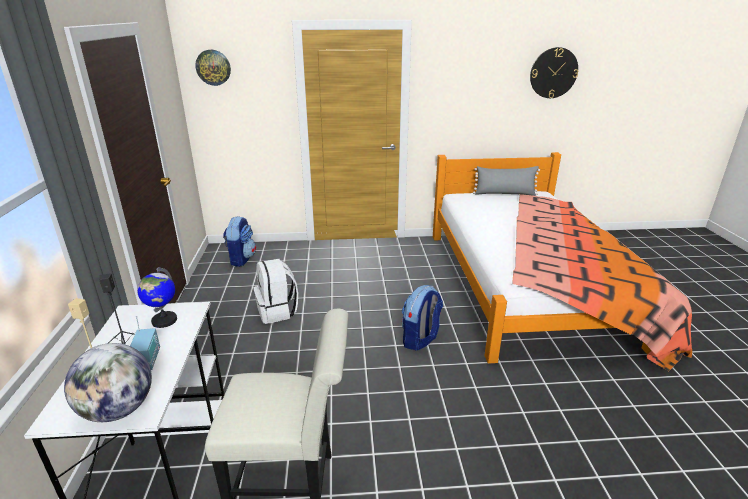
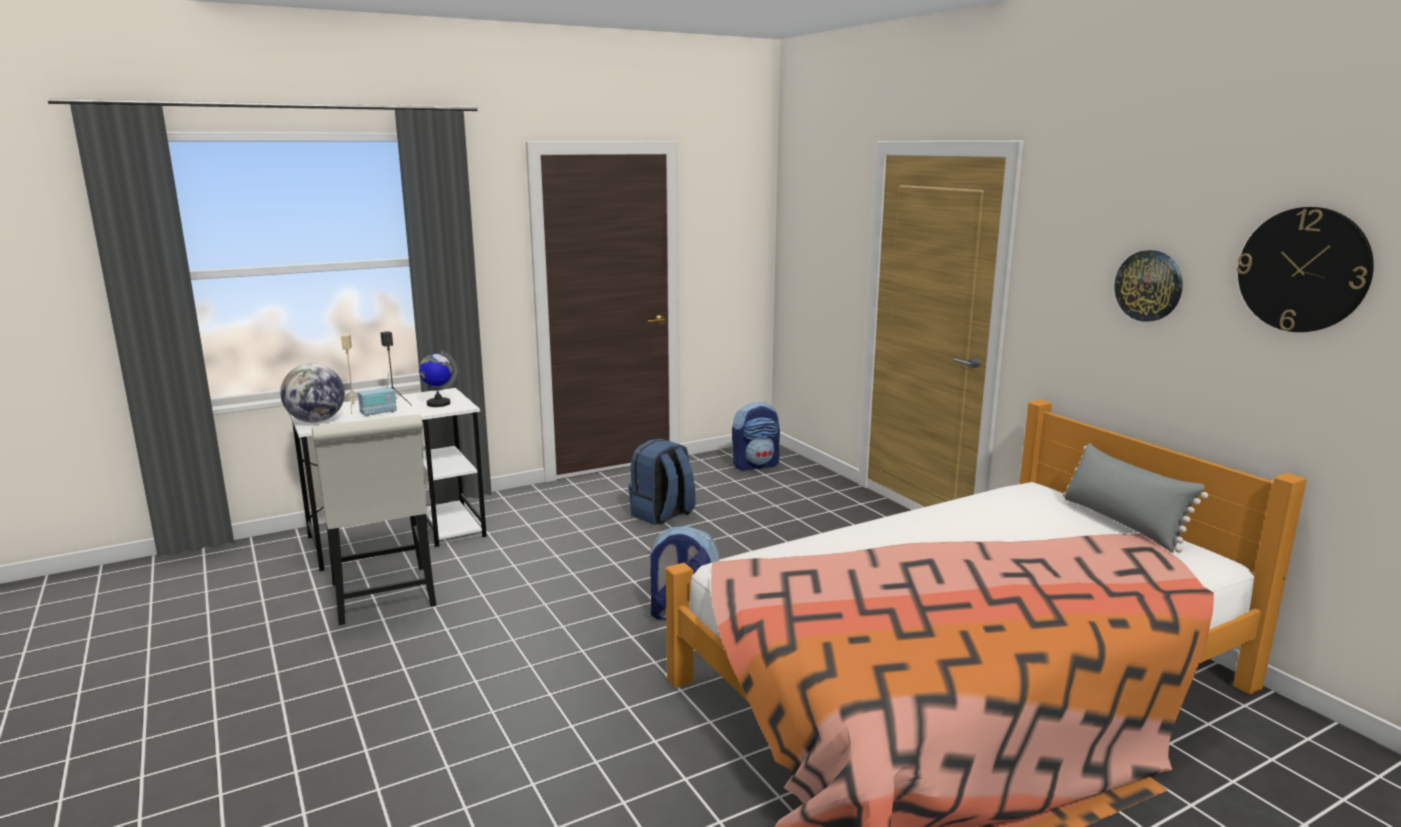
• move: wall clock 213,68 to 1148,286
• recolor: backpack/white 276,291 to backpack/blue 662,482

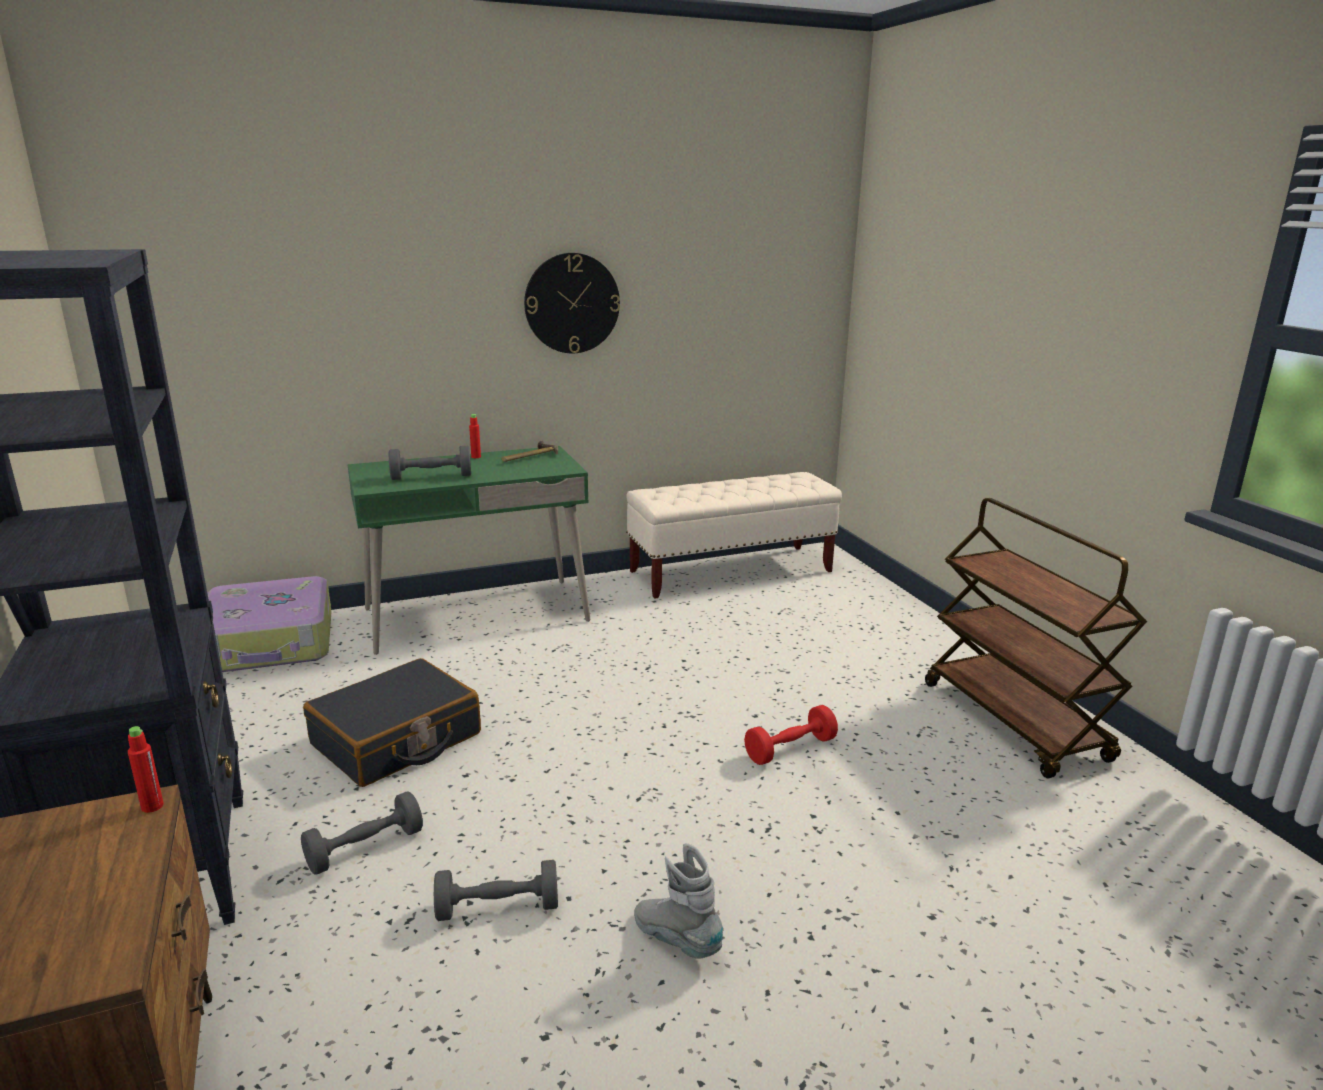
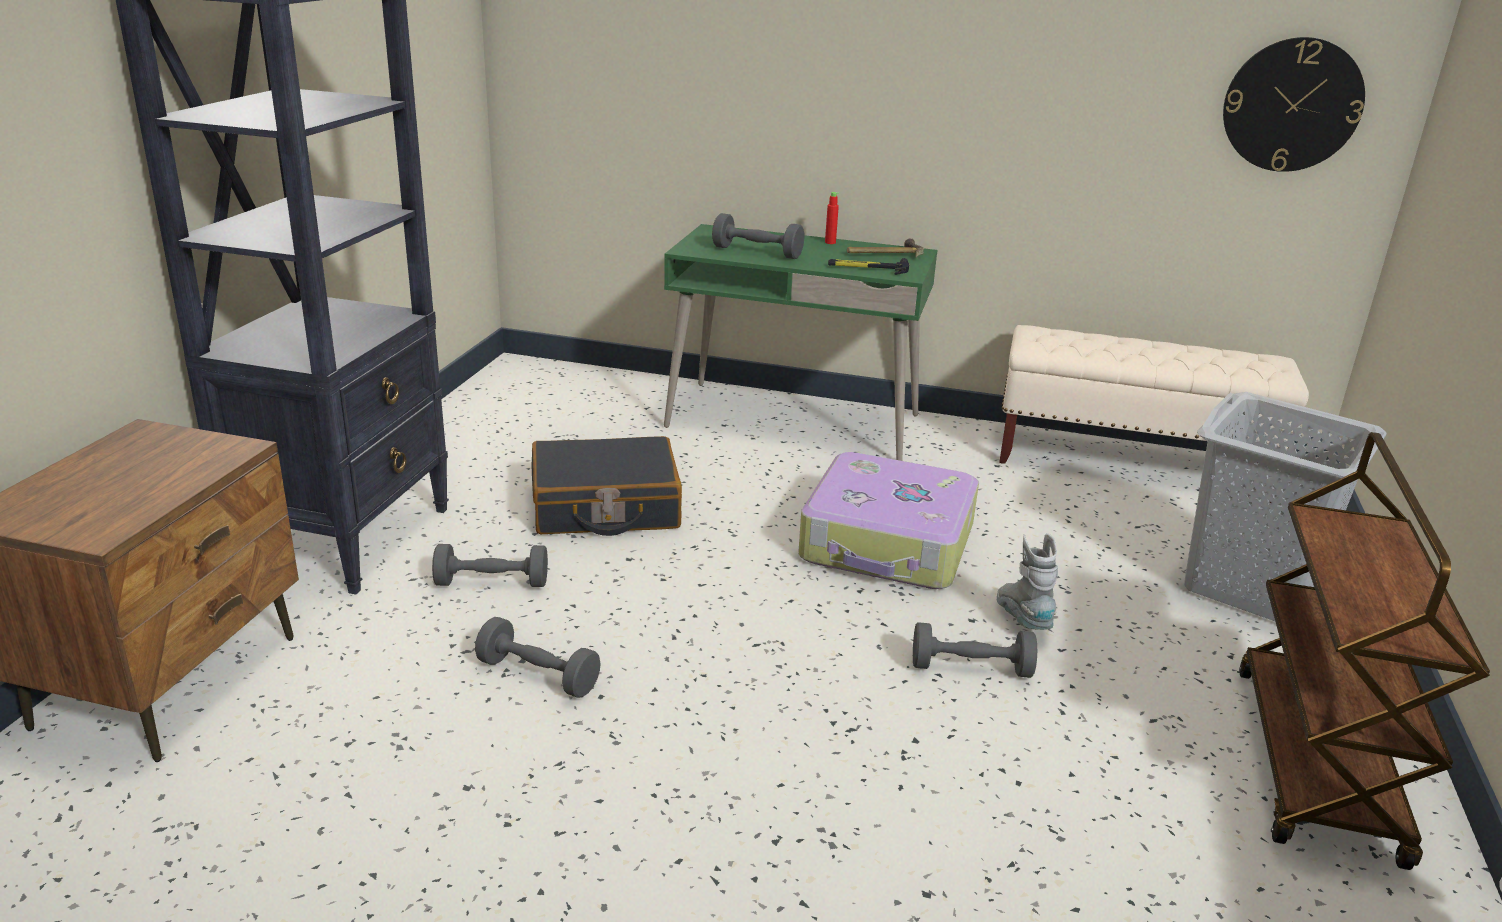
• delete: bottle/red 146,769
• insert: hammer 868,266
• insert: laundry basket/grey 1285,506
• move: suitcase 269,624 to 888,520
• move: wall clock 572,303 to 1294,104
• move: boot/grey 679,901 to 1027,581
• recolor: dumbbell/red 791,735 to dumbbell/grey 975,650

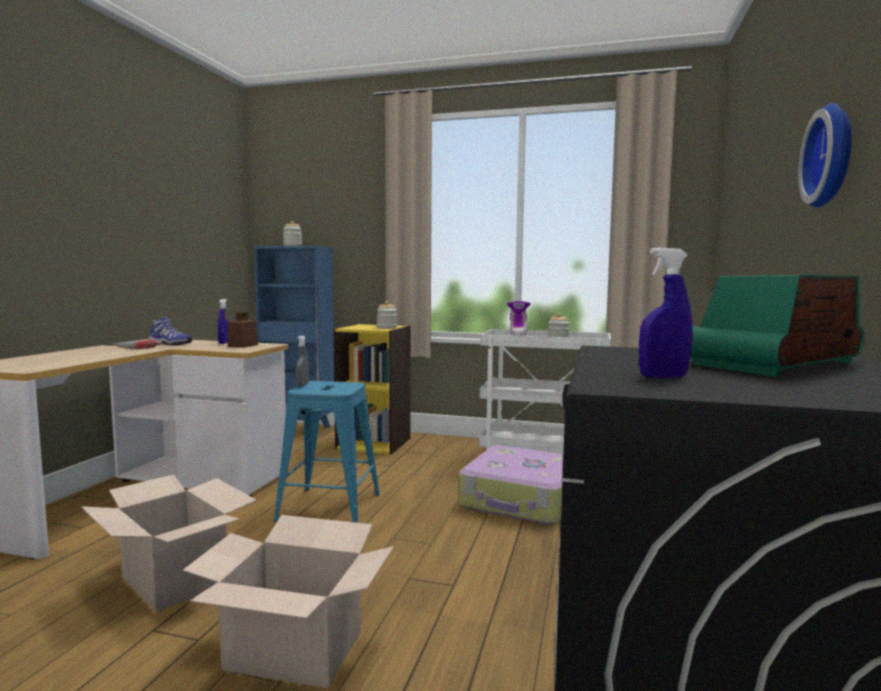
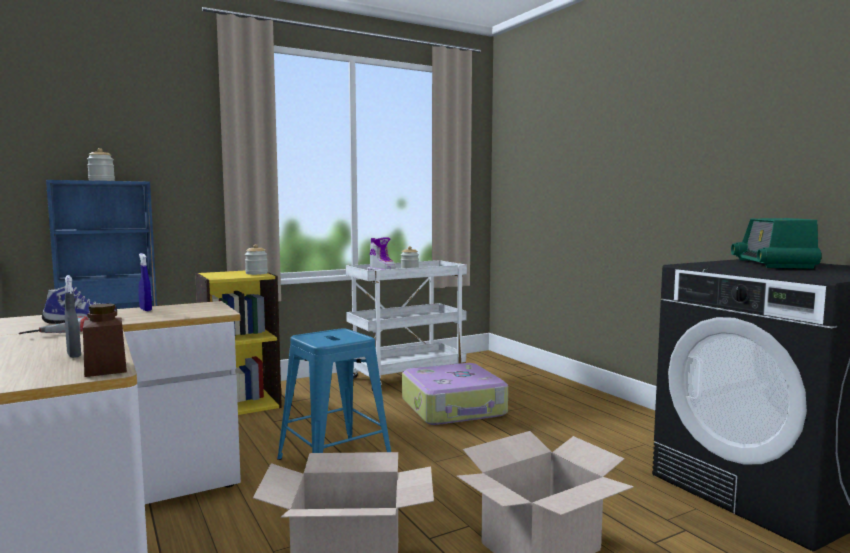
• delete: spray bottle/blue 665,313
• delete: wall clock 825,155
• move: jar/brown 243,330 to 105,340
• move: spray bottle/grey 302,361 to 73,316

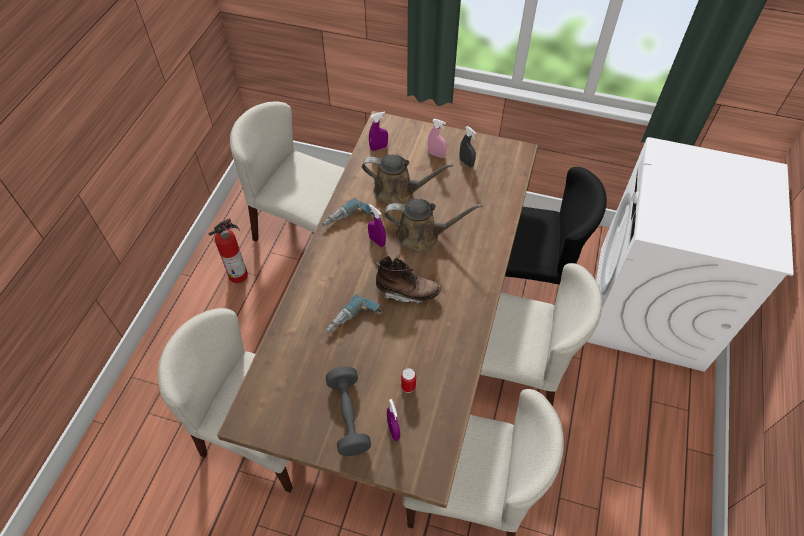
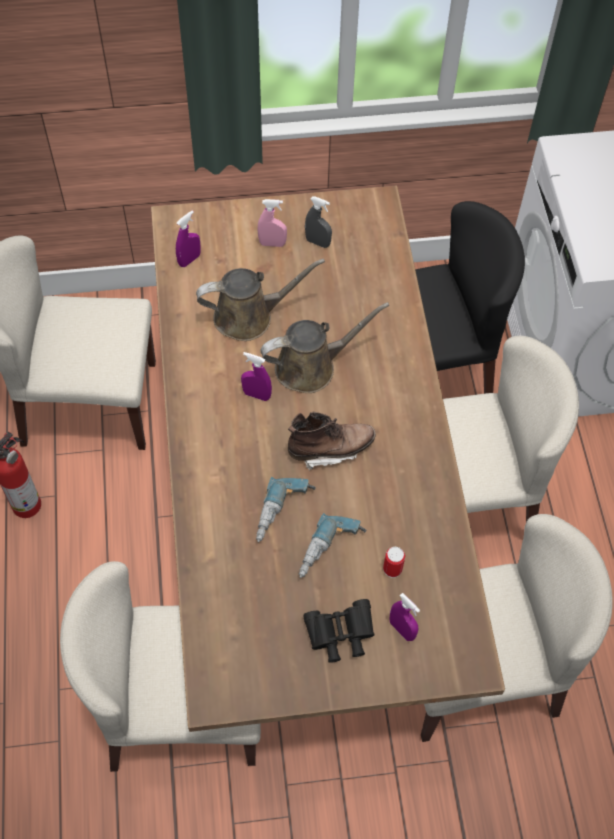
• move: power drill 348,212 to 333,545
• replace: dumbbell/grey 348,411 to binoculars/black 339,631

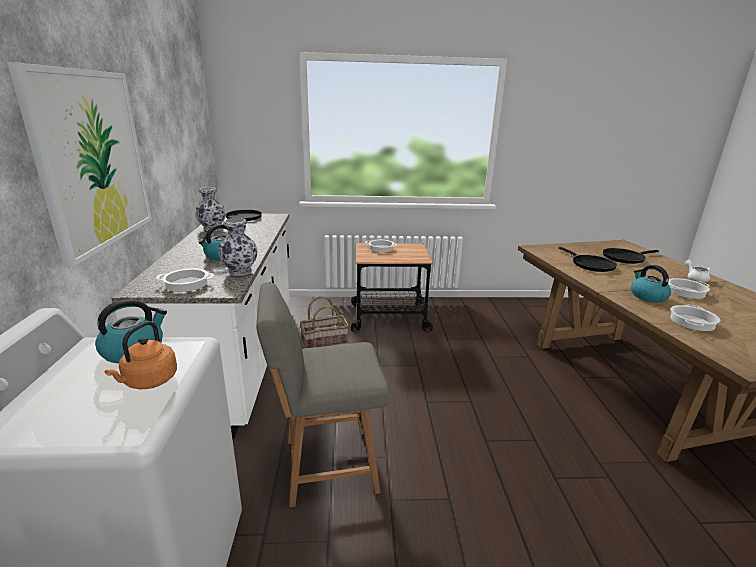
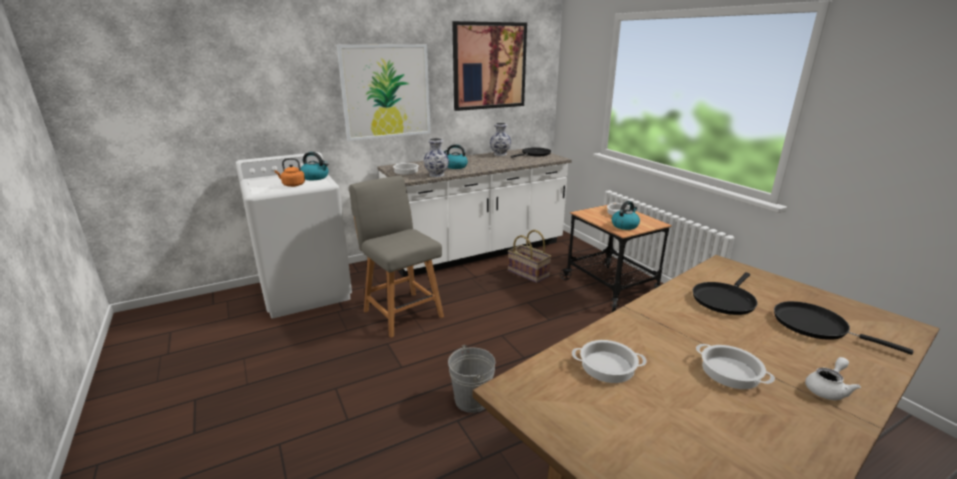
• insert: bucket/grey 471,379
• insert: picture 489,66
• move: kettle 651,283 to 625,215

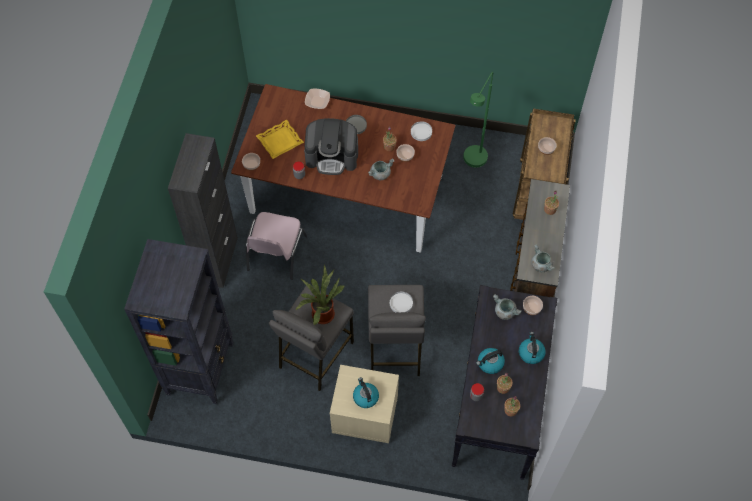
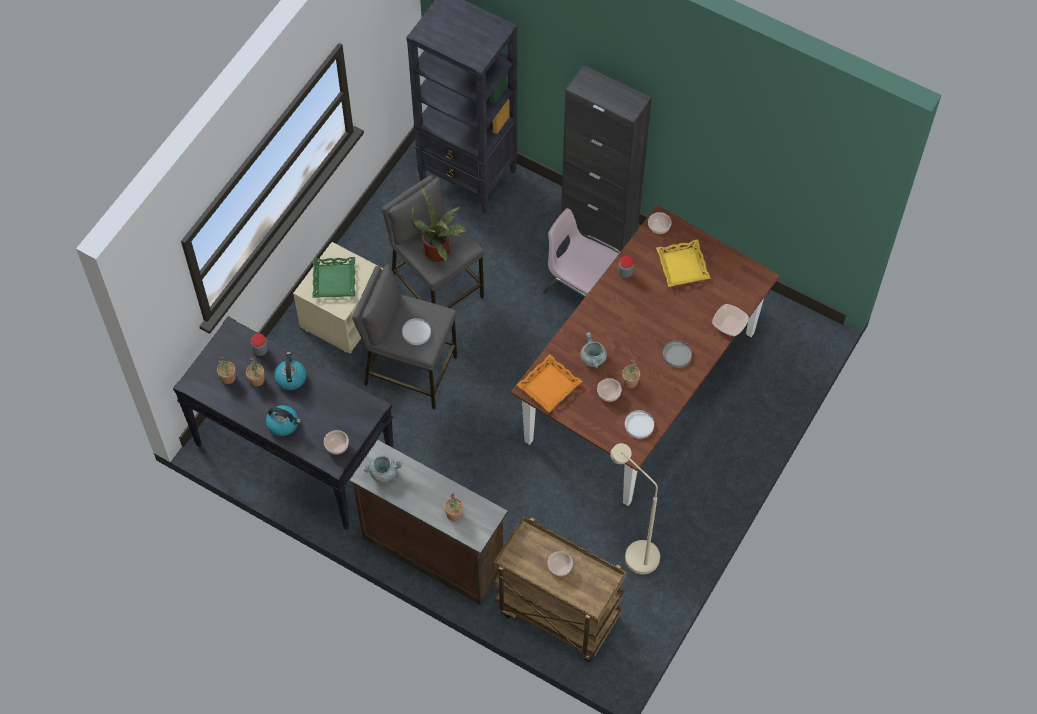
• delete: coffee machine 331,146
• delete: cooking pot/grey 507,307
• insert: tray/orange 549,383
• replace: kettle 366,392 to tray/green 333,277
• recolor: floor lamp/green 478,120 to floor lamp/beige 635,508

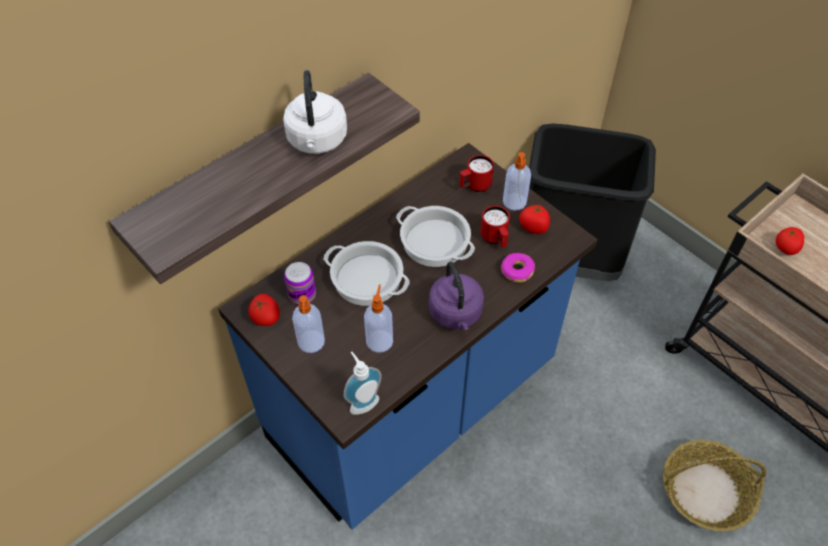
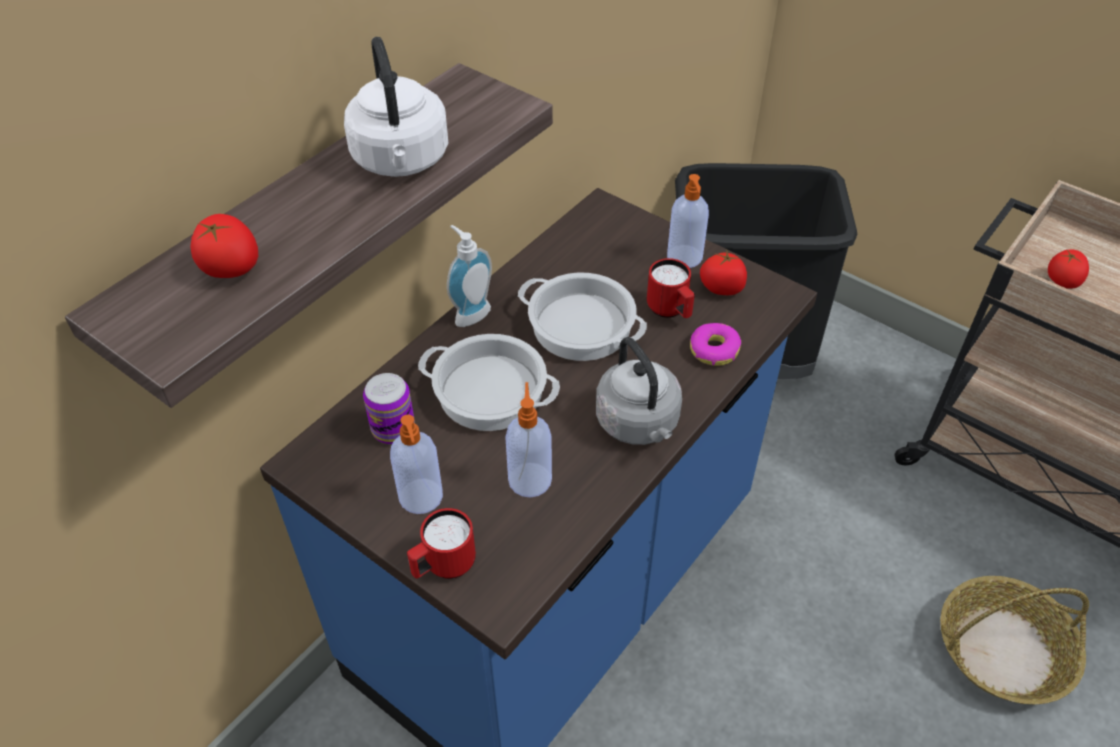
• move: tomato 264,310 to 224,246
• move: soap dispenser 363,383 to 469,276
• move: mug/red 476,173 to 441,543
• recolor: kettle/purple 456,295 to kettle/grey 639,391

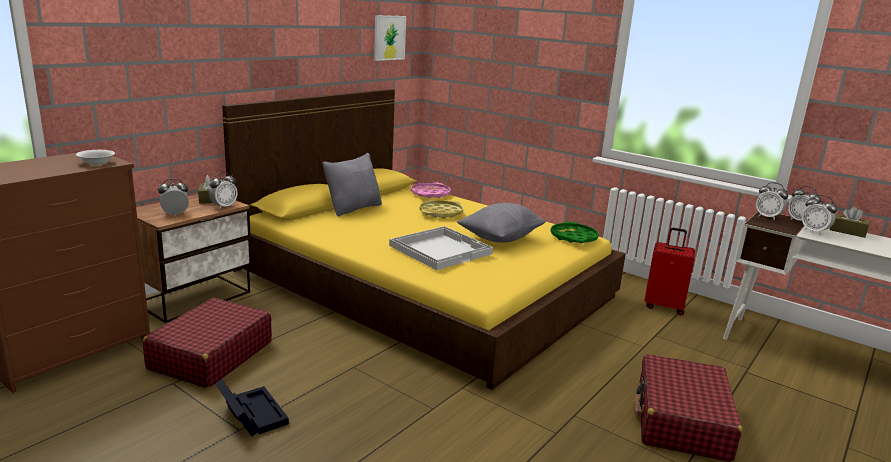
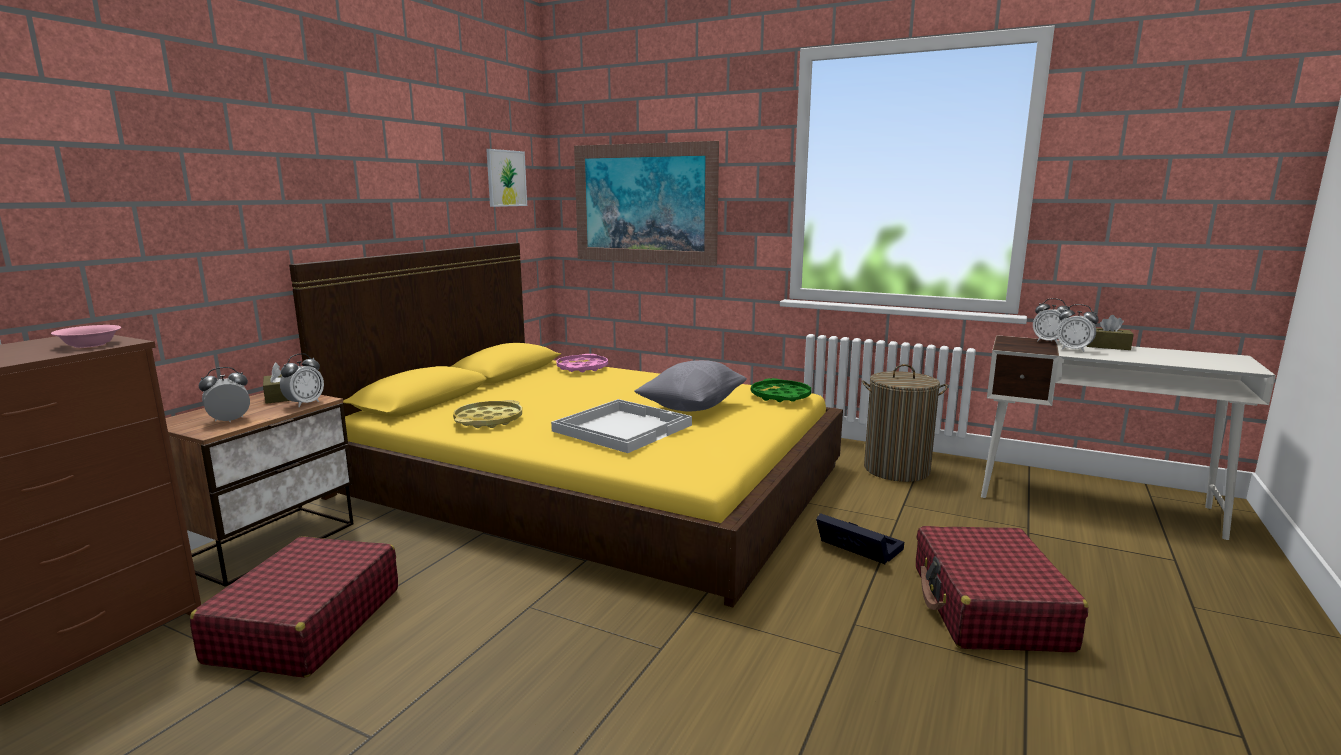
• delete: pillow/grey 352,184
• delete: alarm clock 772,201
• insert: picture 646,203
• move: storage box/black 252,408 to 860,538
• move: tray/yellow 441,209 to 487,414
• replace: suitcase/red 670,271 to laundry basket 905,423
• recolor: bowl/white 95,157 to bowl/pink 86,336

